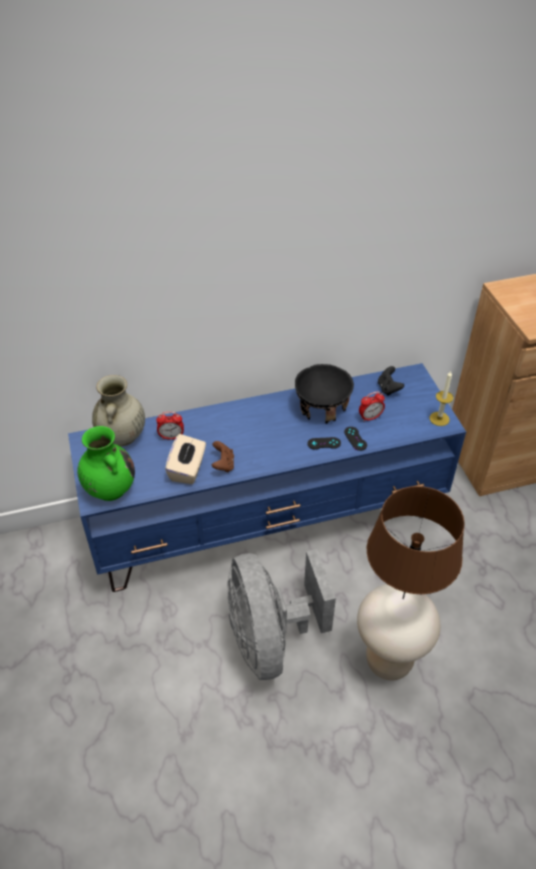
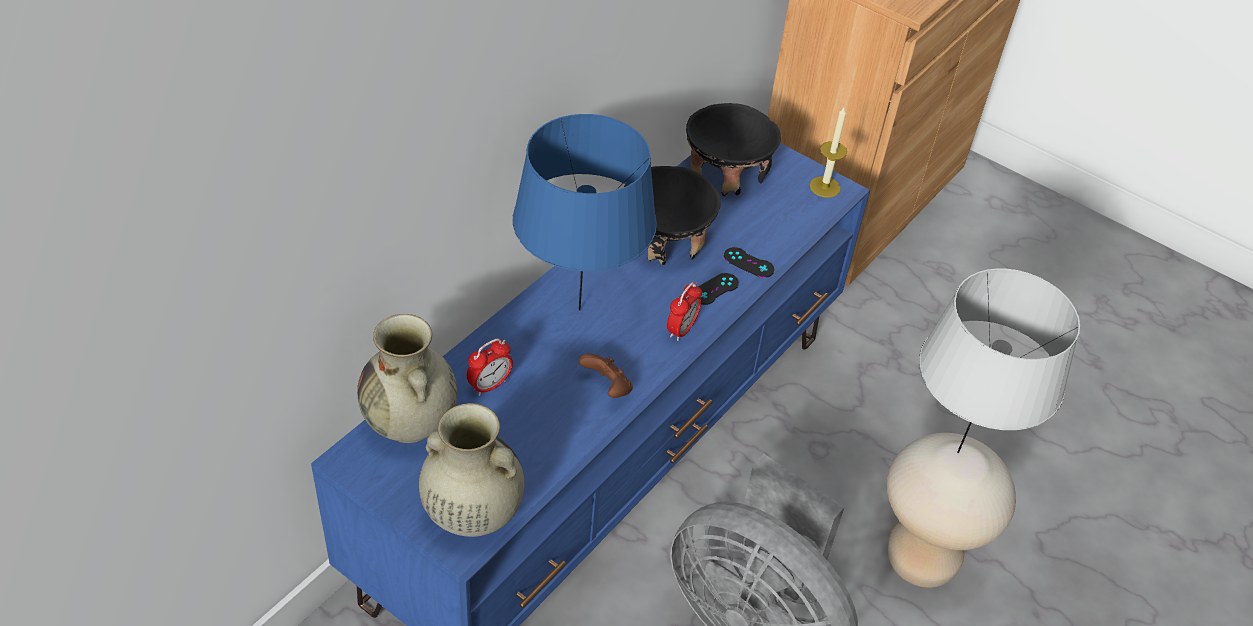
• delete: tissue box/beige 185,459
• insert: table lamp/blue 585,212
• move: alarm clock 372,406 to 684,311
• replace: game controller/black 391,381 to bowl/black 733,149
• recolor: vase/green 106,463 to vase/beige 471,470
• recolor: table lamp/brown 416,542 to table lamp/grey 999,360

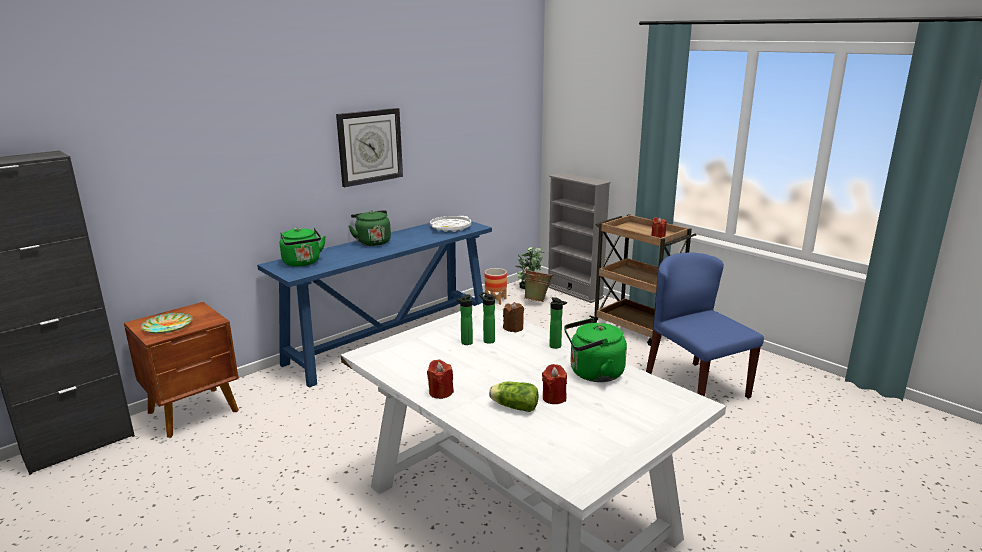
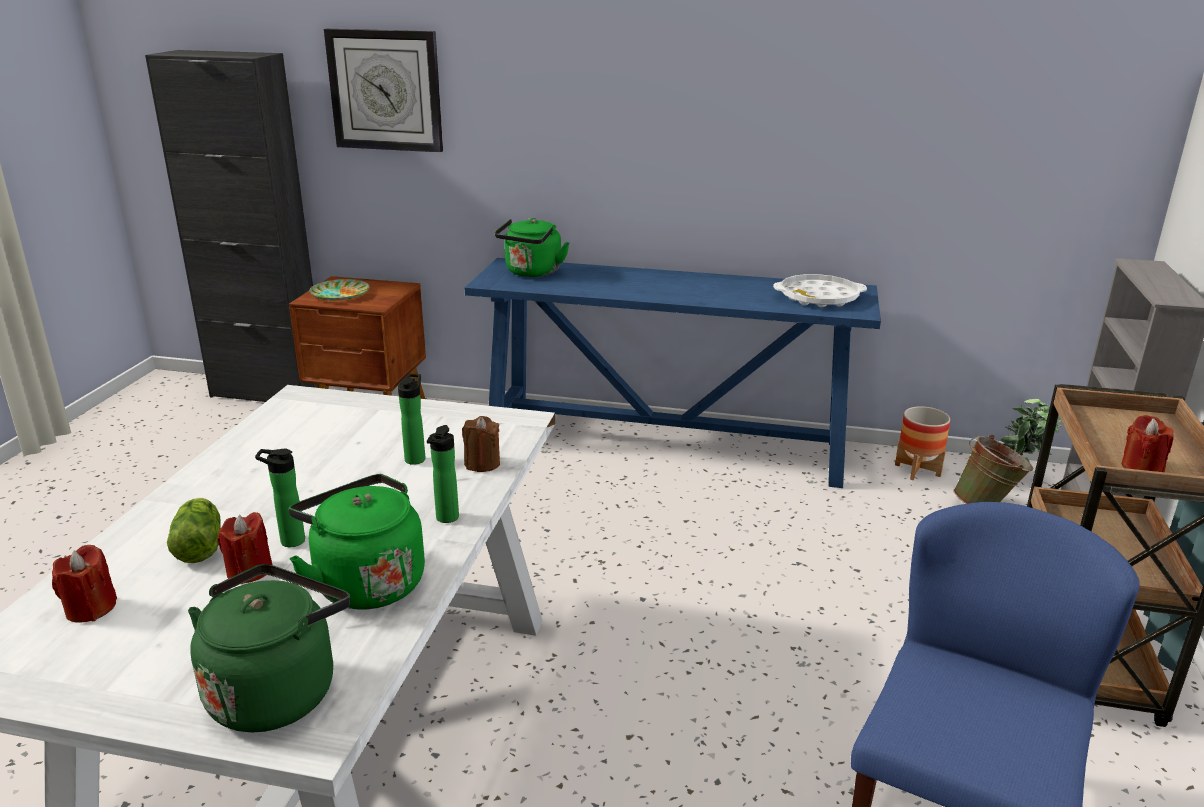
• move: wall clock 369,147 to 383,90
• move: kettle/green 370,228 to 269,648
• move: candle/red 440,379 to 84,584
• move: bottle 465,319 to 280,498

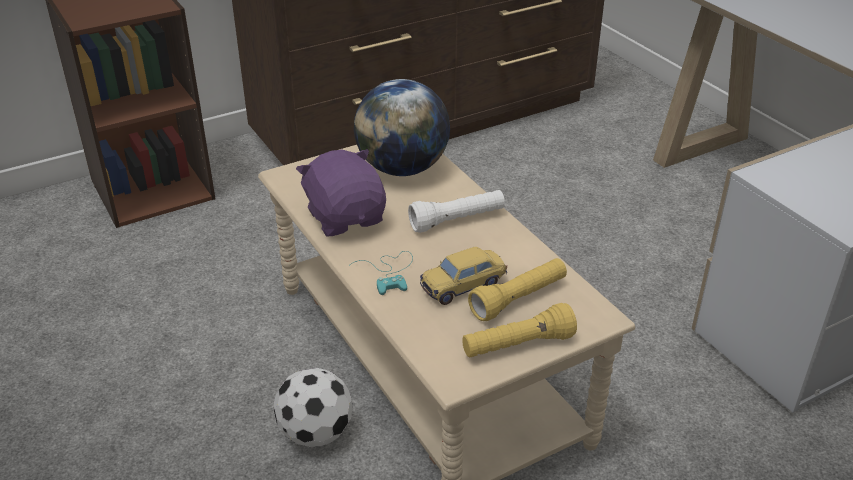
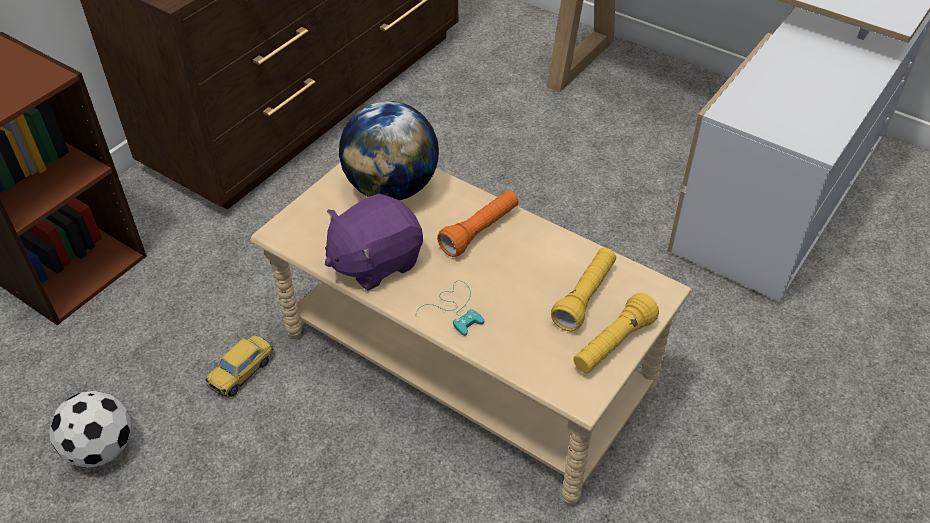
• move: football 313,407 to 90,429
• move: toy car 463,276 to 239,366
• recolor: flashlight/white 456,211 to flashlight/orange 478,223
• rotate: plush toy/purple 341,193 = 374,242 75 degrees counterclockwise

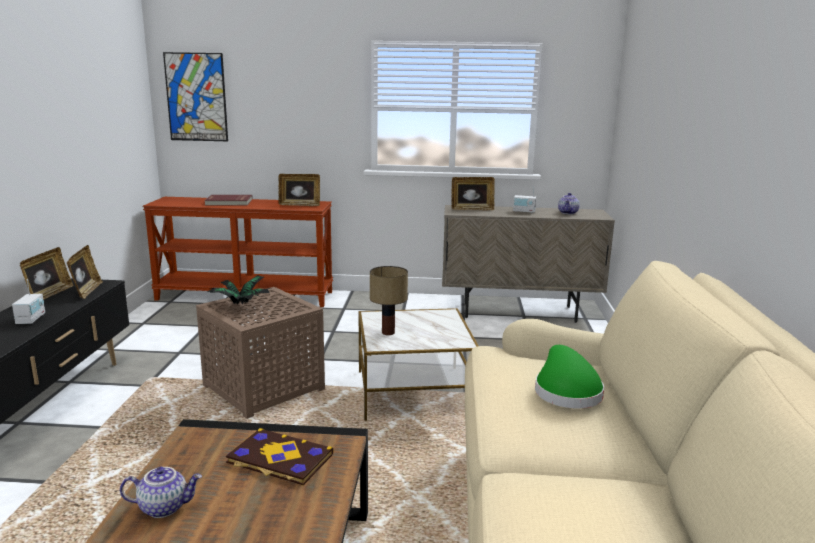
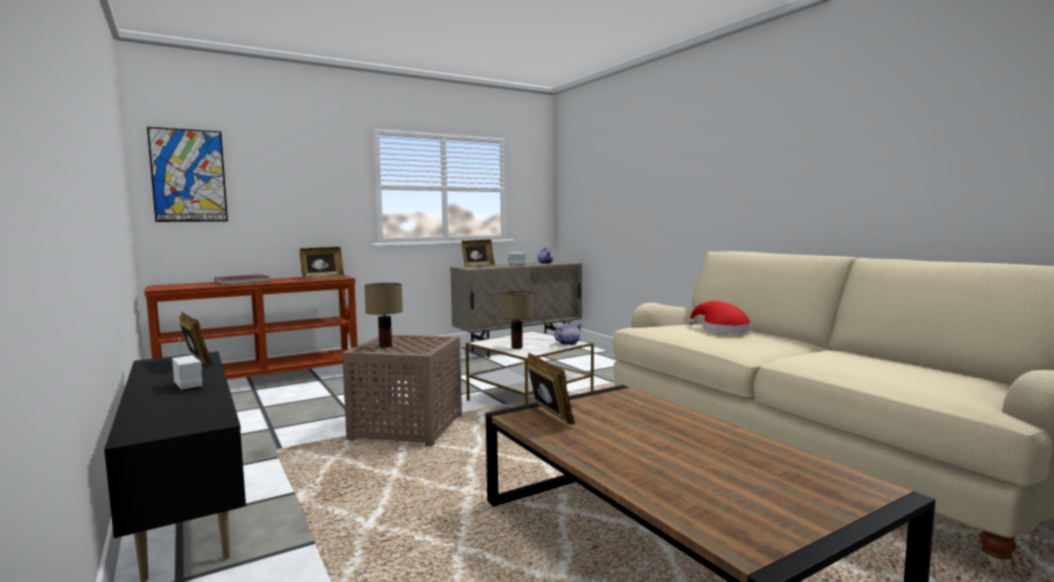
• delete: book 279,456
• move: picture frame 47,273 to 550,389
• move: teapot 161,492 to 568,333
• replace: potted plant 238,289 to table lamp 383,315
• recolor: hat/green 569,377 to hat/red 719,317

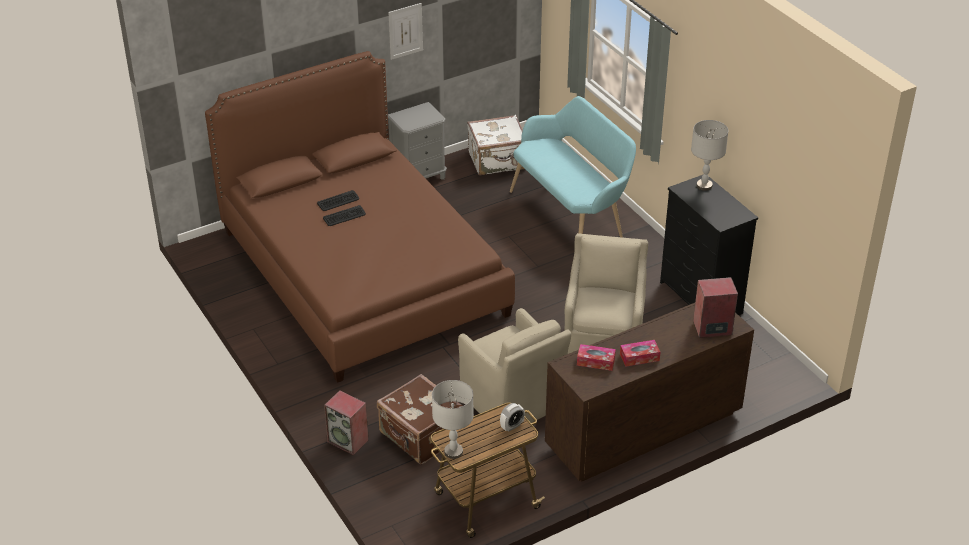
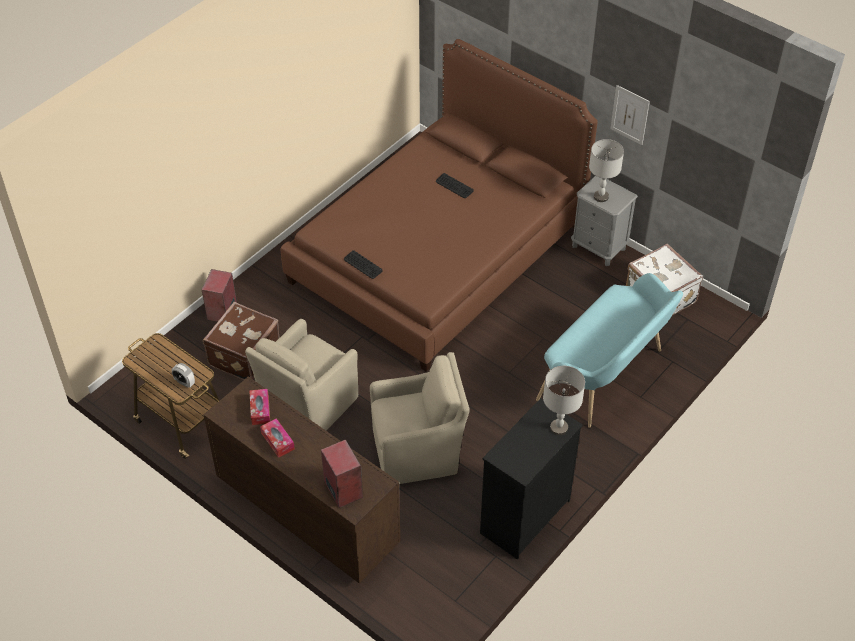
• move: keyboard 344,215 to 363,264
• move: table lamp/grey 453,419 to 606,170

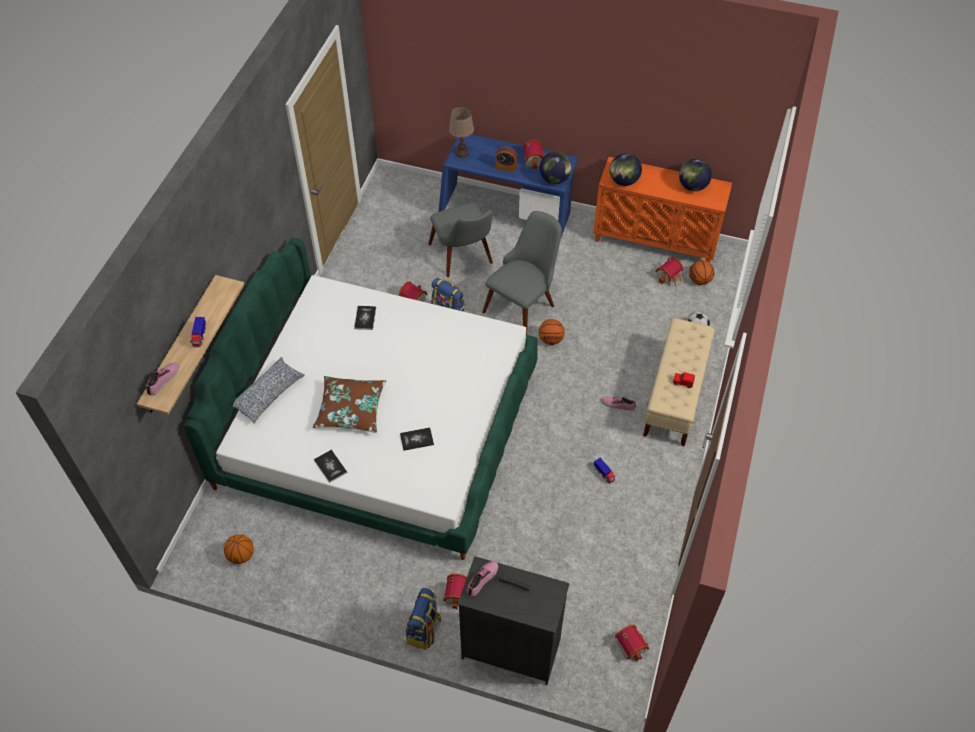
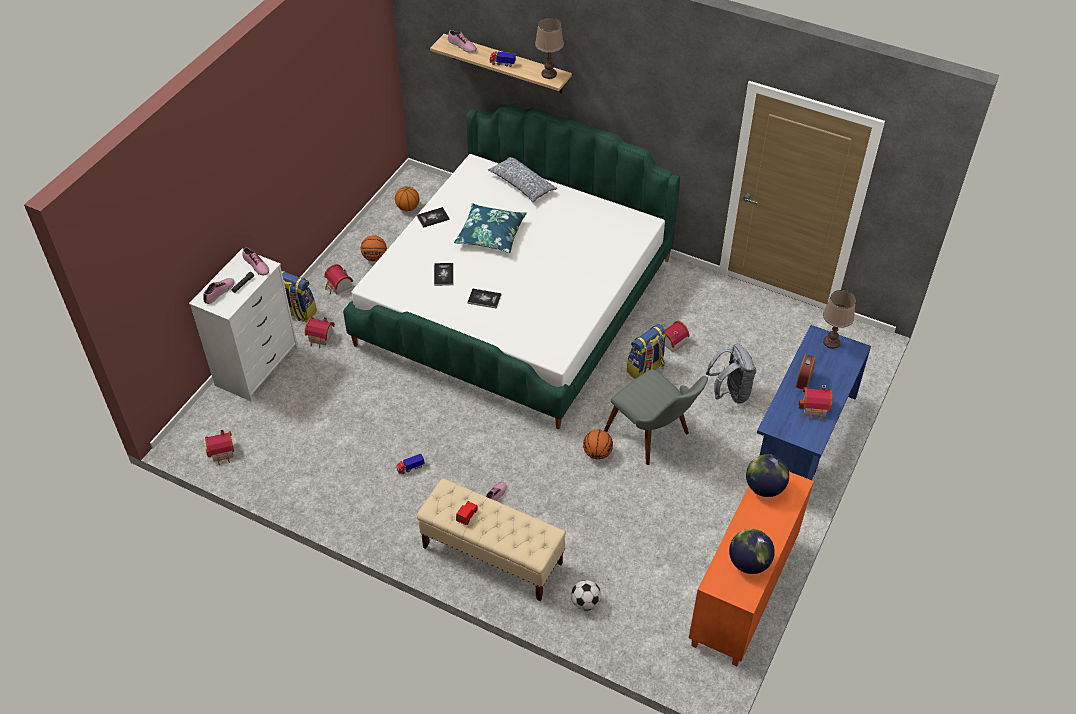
• delete: globe 555,168
• insert: shoe 219,291
• insert: table lamp/brown 549,48
• move: book 365,318 to 484,298
• move: toy house 669,271 to 338,279
• move: basketball 701,272 to 374,248
• replace: chair/grey 460,240 to backpack/grey 731,374
• recolor: pillow/brown 349,404 to pillow/blue 490,228
• recolor: dresser/black 514,620 to dresser/white 243,325

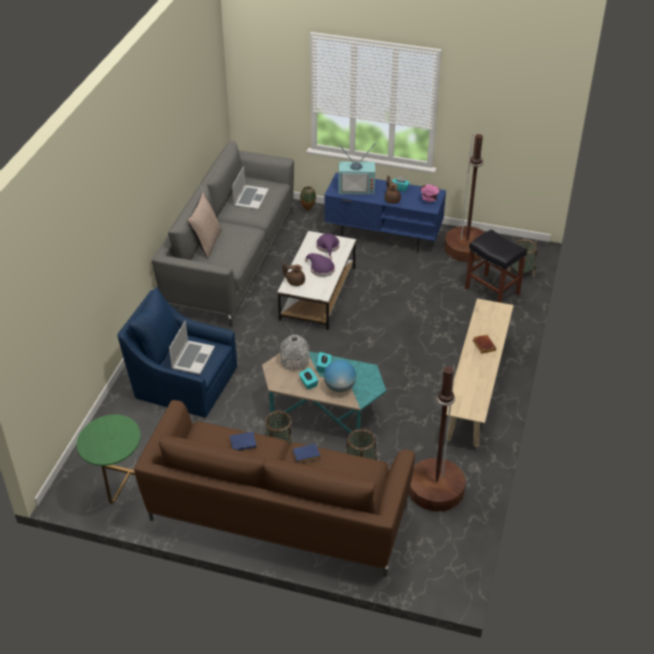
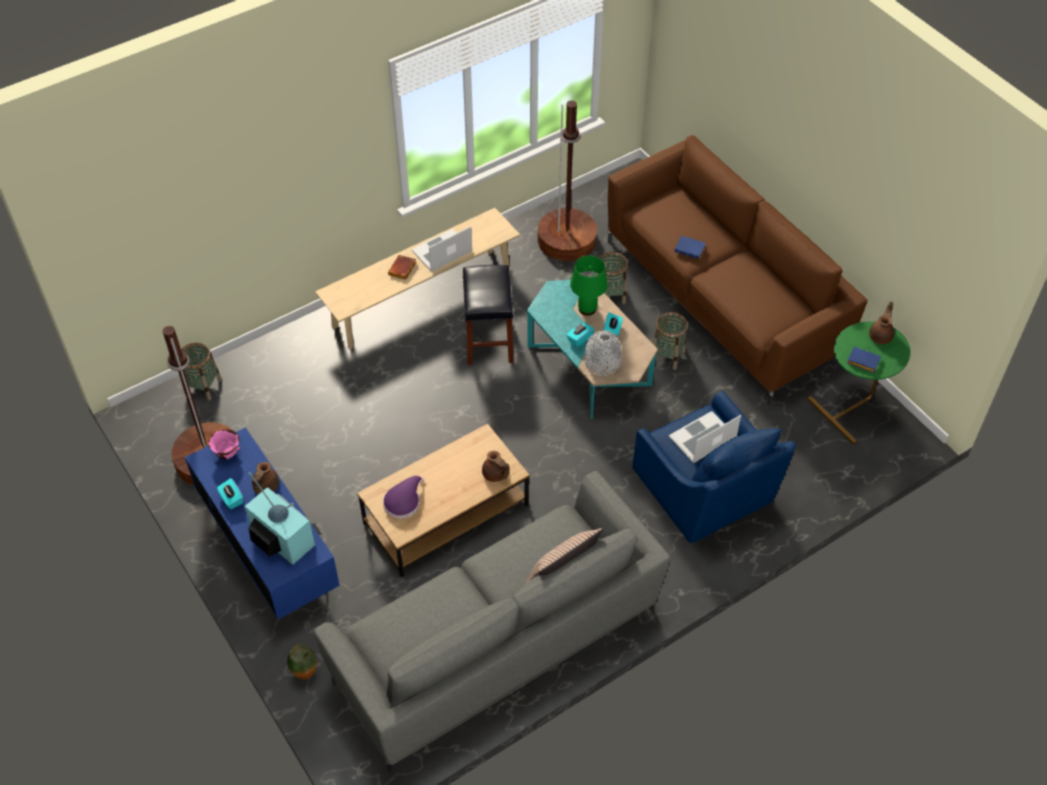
• delete: hat/purple 319,265
• insert: teapot/brown 882,323
• move: book/blue 243,441 to 864,360
• move: laptop 250,188 to 442,249
• move: stool/black 496,266 to 488,315
• replace: globe 340,376 to table lamp/green 588,286
• recolor: coffee table/white 316,280 to coffee table/brown 443,500

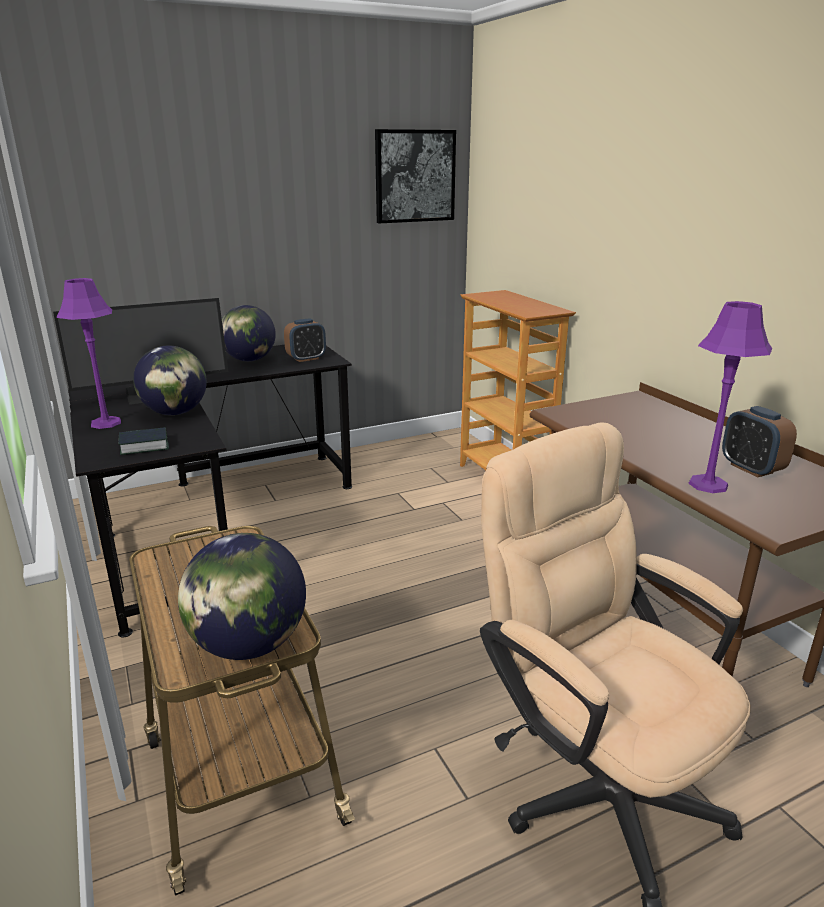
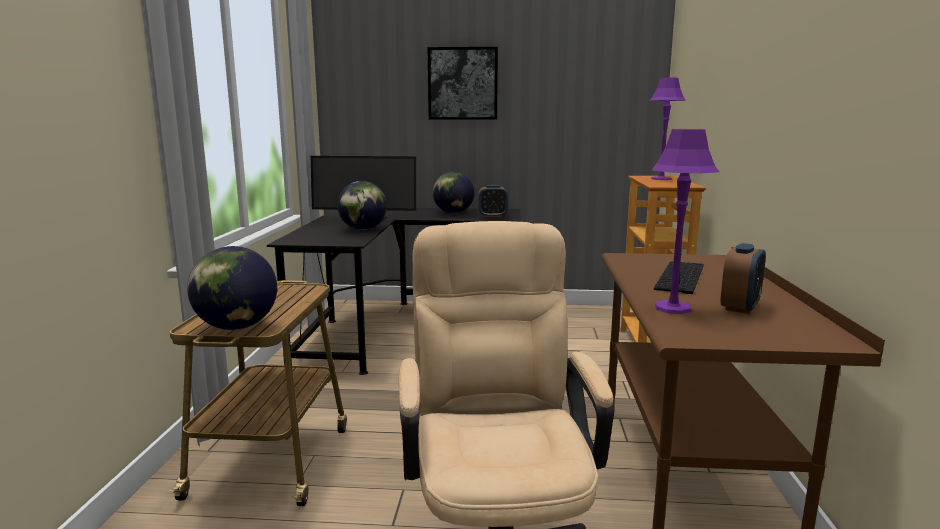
• delete: book 143,441
• insert: keyboard 679,277
• move: table lamp/purple 88,353 to 668,129
• move: picture 415,176 to 463,83
• rotate: alarm clock 759,441 = 743,278 150 degrees counterclockwise

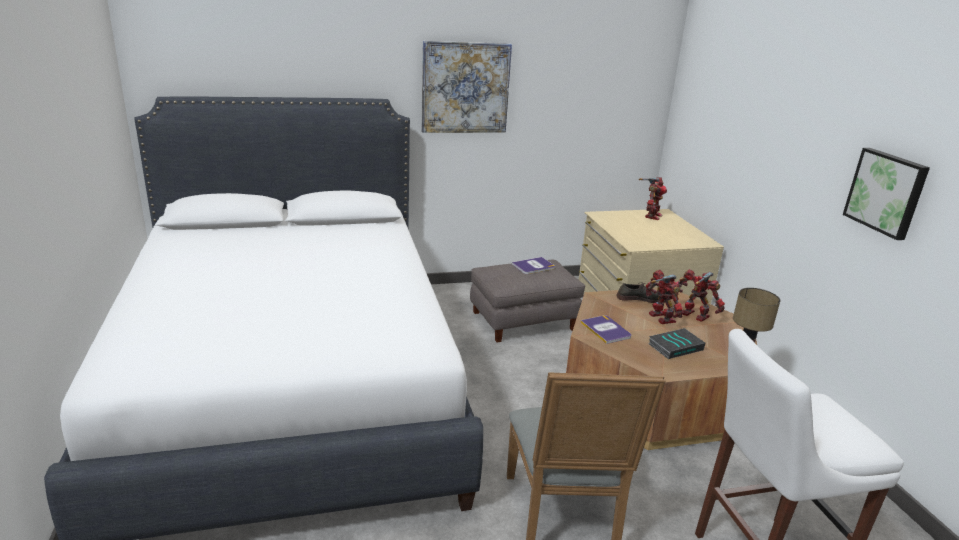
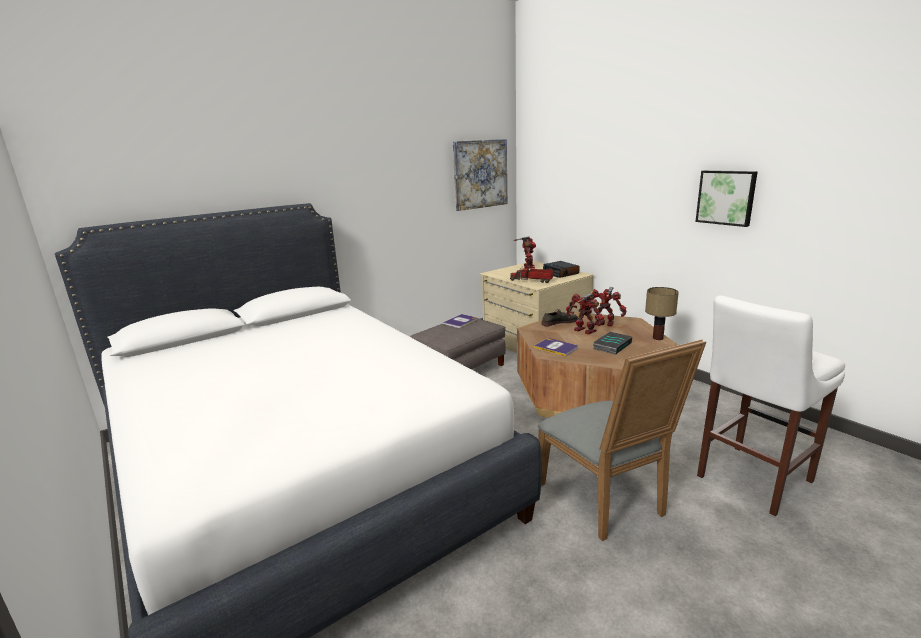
• insert: toy truck 532,275
• insert: alarm clock 561,269
• move: picture 466,87 to 480,175

